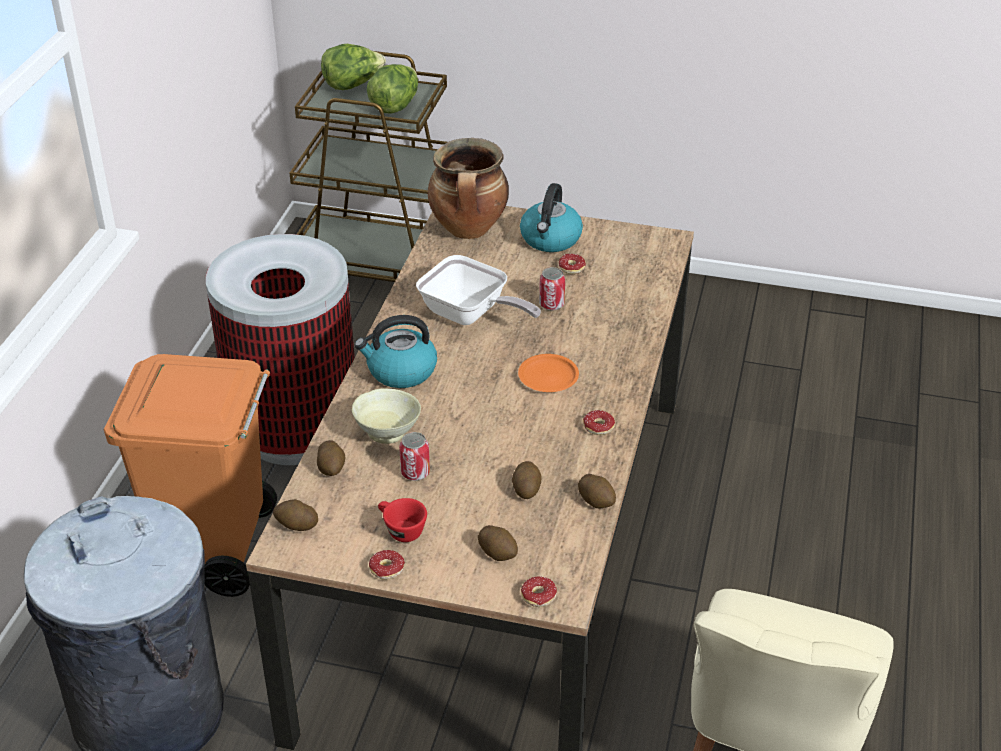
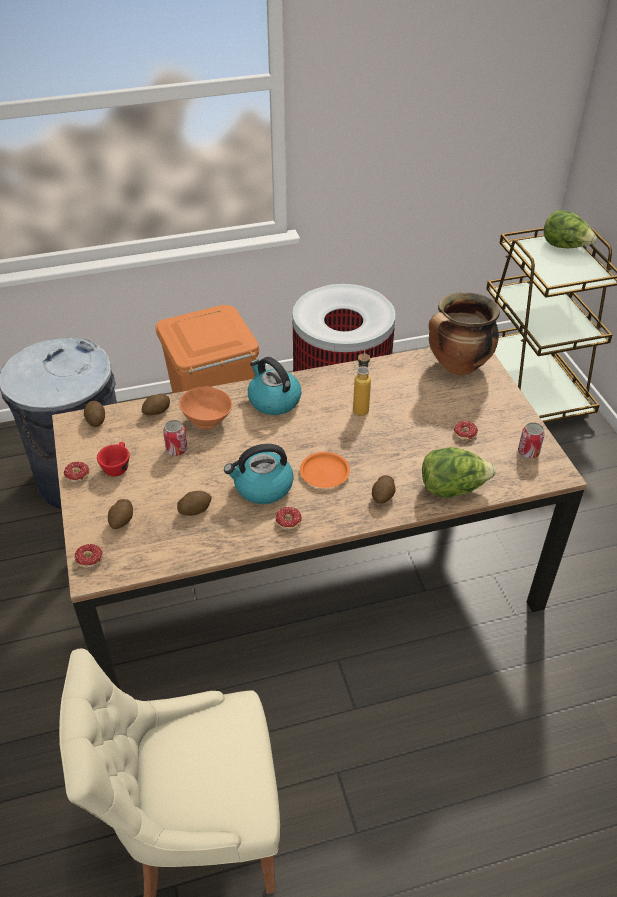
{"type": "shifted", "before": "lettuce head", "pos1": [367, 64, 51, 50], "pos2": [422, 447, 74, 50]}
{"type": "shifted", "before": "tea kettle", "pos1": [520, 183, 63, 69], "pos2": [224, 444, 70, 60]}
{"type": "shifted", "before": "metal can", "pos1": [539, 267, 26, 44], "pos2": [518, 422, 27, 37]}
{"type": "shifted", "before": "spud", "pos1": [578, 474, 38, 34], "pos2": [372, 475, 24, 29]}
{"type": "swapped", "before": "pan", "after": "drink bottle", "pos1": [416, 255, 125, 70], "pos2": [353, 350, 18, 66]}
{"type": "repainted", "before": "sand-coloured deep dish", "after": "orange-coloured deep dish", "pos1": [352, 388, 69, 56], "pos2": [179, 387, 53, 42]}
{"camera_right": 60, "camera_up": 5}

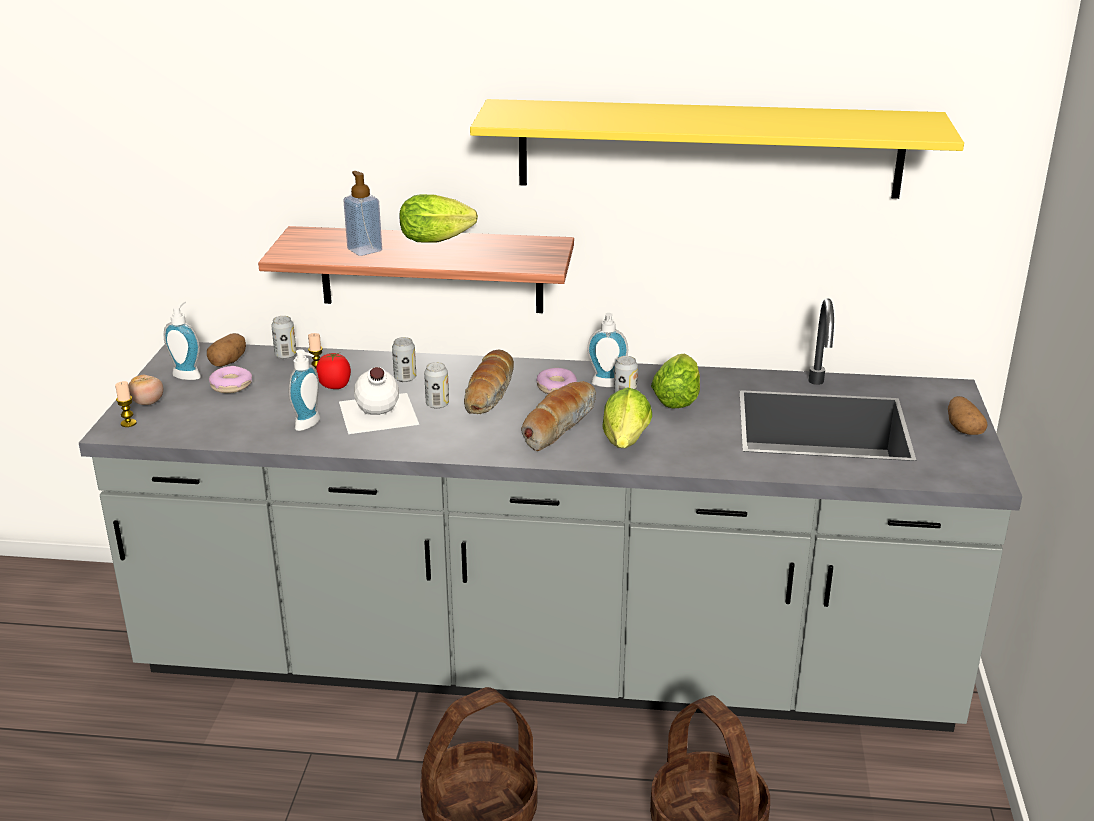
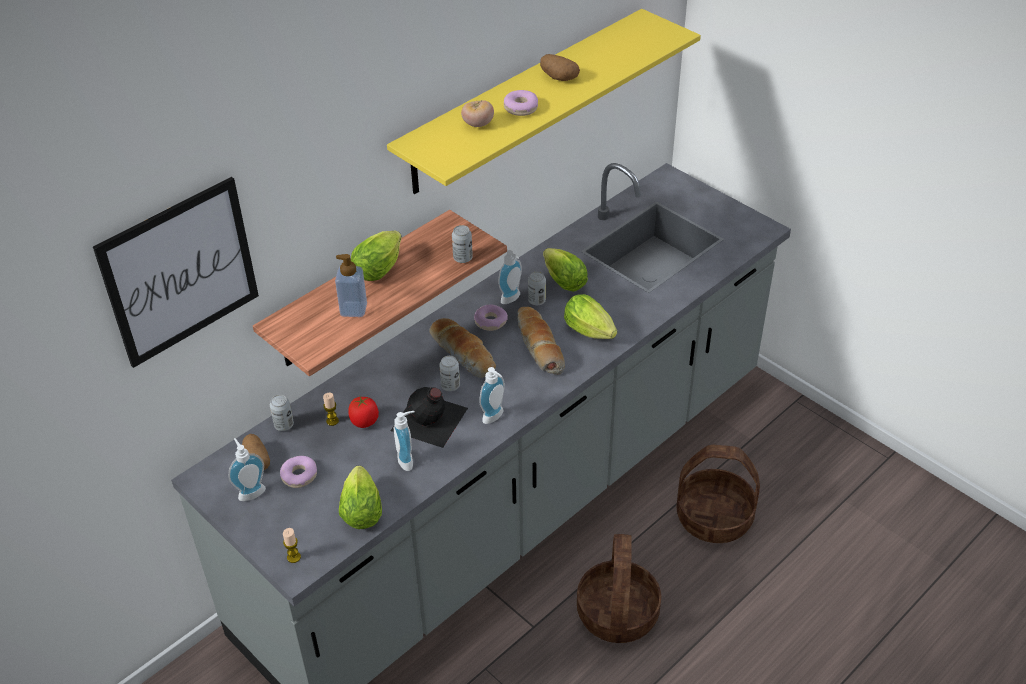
{"type": "new", "after": "picture", "pos2": [93, 177, 166, 191]}
{"type": "new", "after": "lettuce head", "pos2": [339, 466, 43, 63]}
{"type": "new", "after": "liquid soap bottle", "pos2": [479, 367, 26, 57]}
{"type": "new", "after": "doughnut", "pos2": [504, 90, 34, 26]}
{"type": "shifted", "before": "tomato", "pos1": [129, 375, 34, 30], "pos2": [461, 100, 33, 27]}
{"type": "shifted", "before": "metal can", "pos1": [392, 337, 24, 45], "pos2": [452, 225, 21, 38]}
{"type": "shifted", "before": "spud", "pos1": [948, 396, 39, 39], "pos2": [540, 54, 40, 27]}
{"type": "repainted", "before": "whitish drink bottle", "after": "blackish drink bottle", "pos1": [339, 367, 80, 67], "pos2": [391, 387, 77, 61]}
{"camera_right": -50, "camera_up": 15}

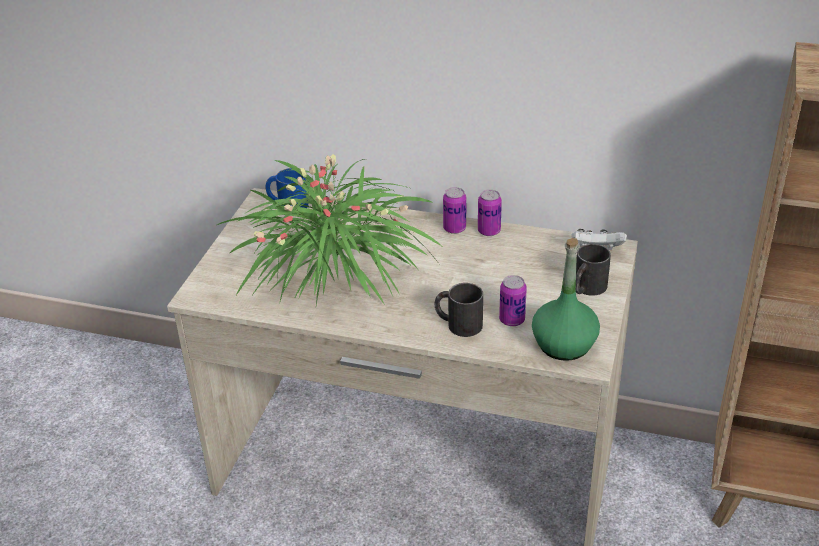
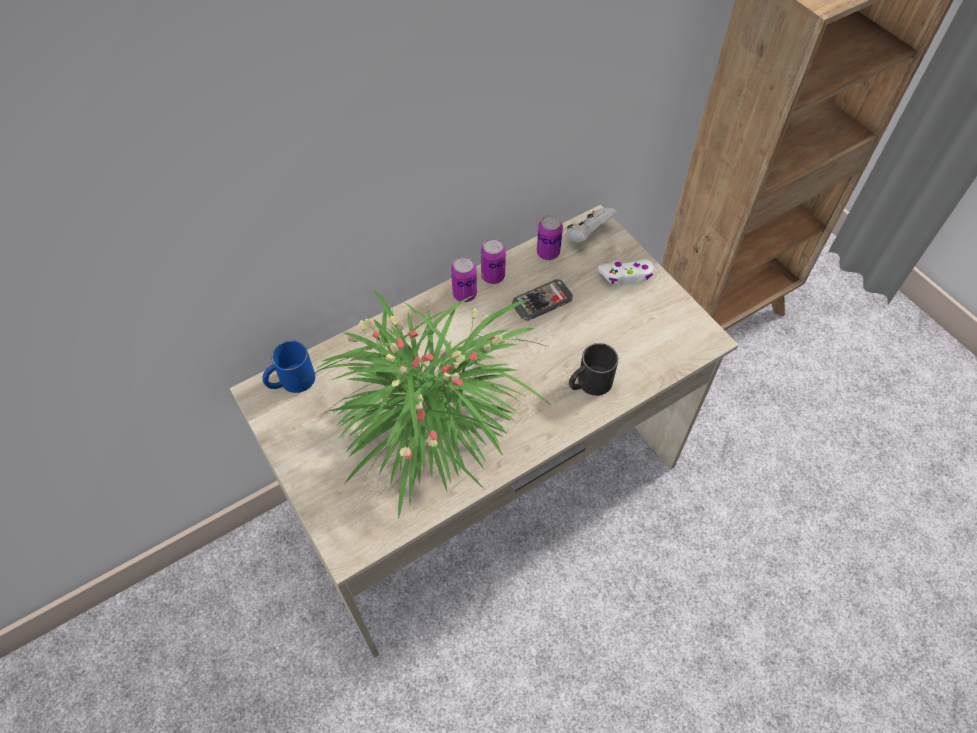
{"type": "gone", "before": "green drink bottle", "pos1": [532, 238, 68, 123]}
{"type": "new", "after": "telephone", "pos2": [512, 279, 61, 42]}
{"type": "shifted", "before": "metal can", "pos1": [499, 275, 28, 51], "pos2": [537, 215, 26, 45]}
{"type": "swapped", "before": "blackish coffee mug", "after": "whitish gamepad", "pos1": [576, 244, 35, 52], "pos2": [598, 259, 56, 26]}
{"camera_right": -50, "camera_up": 20}

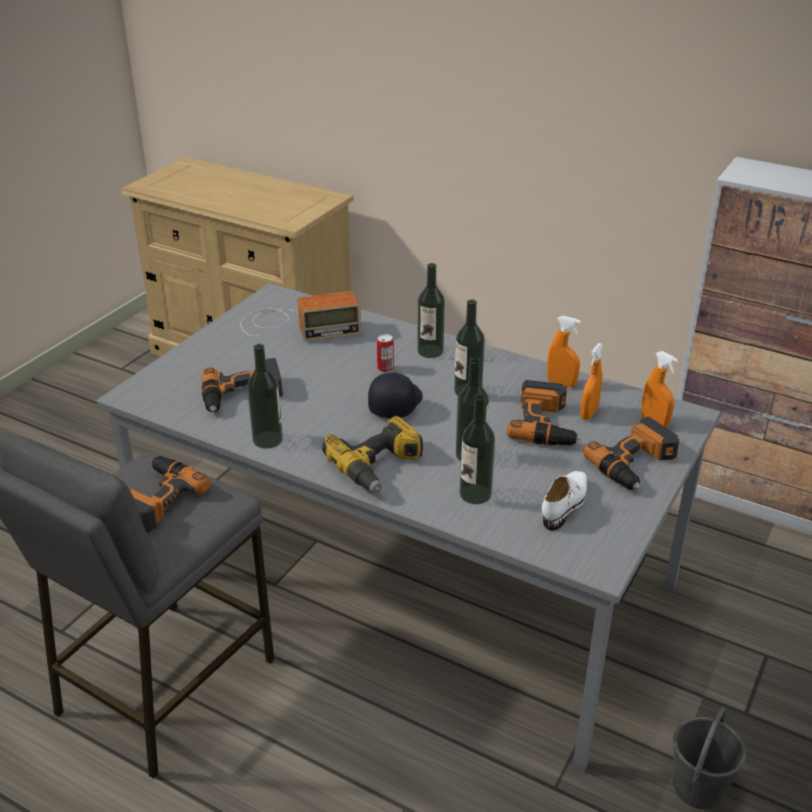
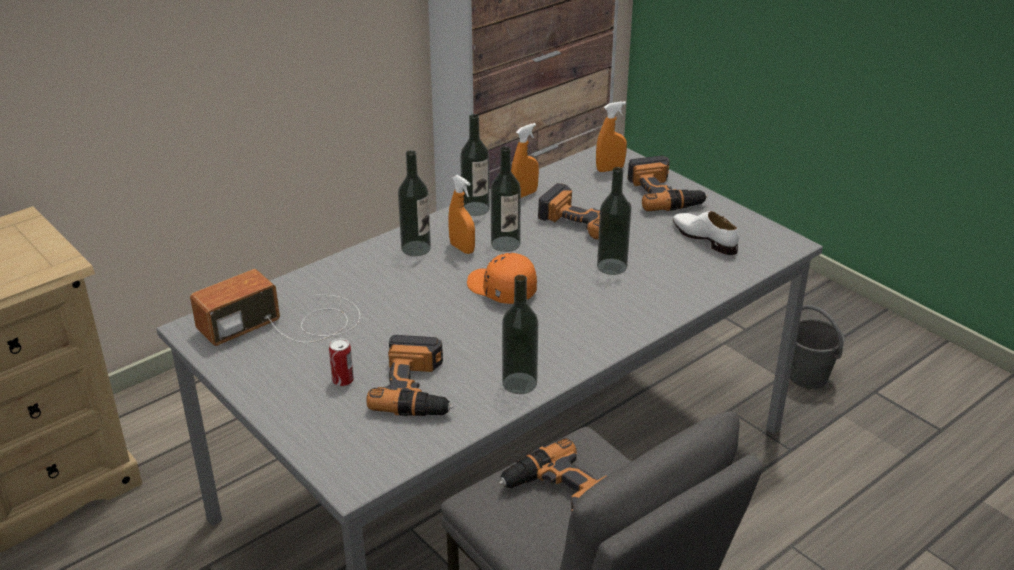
{"type": "gone", "before": "electric drill", "pos1": [322, 416, 101, 77]}
{"type": "shifted", "before": "metal can", "pos1": [377, 334, 17, 38], "pos2": [329, 338, 25, 49]}
{"type": "shifted", "before": "drink bottle", "pos1": [460, 394, 35, 110], "pos2": [460, 114, 30, 102]}
{"type": "shifted", "before": "orange-coloured spray bottle", "pos1": [580, 343, 23, 77], "pos2": [448, 175, 27, 79]}
{"type": "repainted", "before": "blackish cap", "after": "orange-coloured cap", "pos1": [368, 372, 54, 46], "pos2": [467, 253, 70, 51]}
{"type": "rotated", "before": "radio receiver", "pos1": [240, 291, 121, 50], "pos2": [190, 269, 170, 77], "turn": -135}
{"camera_right": -70, "camera_up": 0}

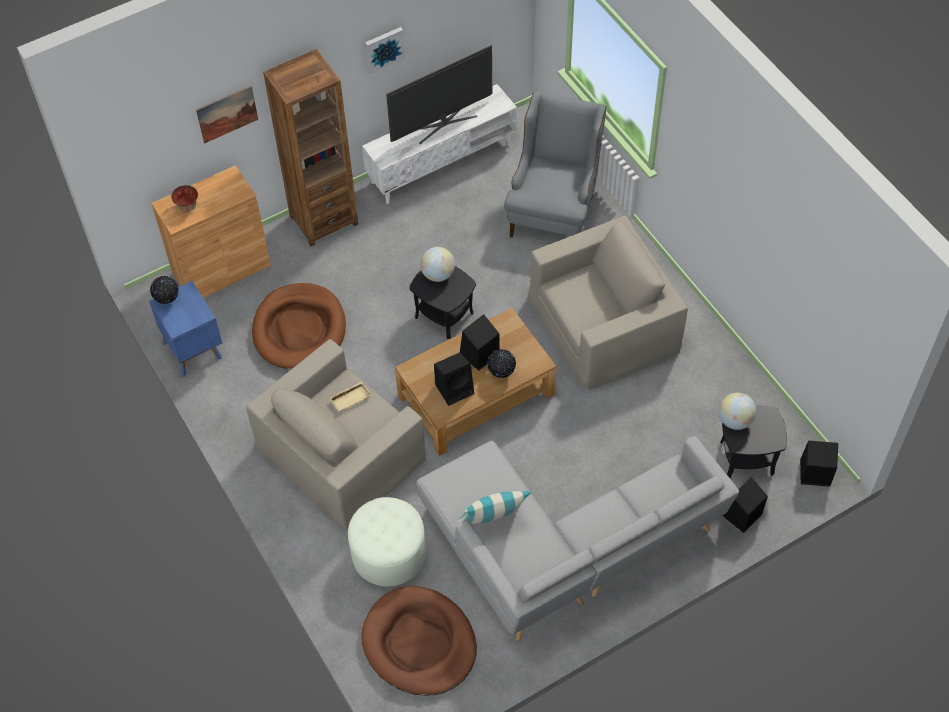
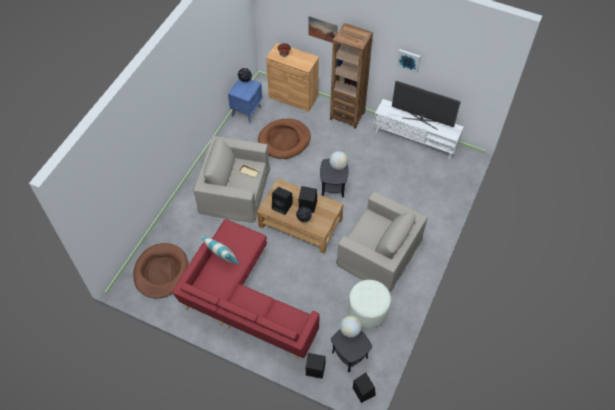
{"type": "gone", "before": "greyish easy chair", "pos1": [504, 91, 102, 147]}
{"type": "shifted", "before": "whitish footrest", "pos1": [348, 497, 78, 90], "pos2": [348, 280, 43, 48]}
{"type": "repainted", "before": "greyish couch", "after": "red couch", "pos1": [416, 436, 323, 205], "pos2": [172, 219, 147, 141]}
{"camera_right": 55, "camera_up": 0}

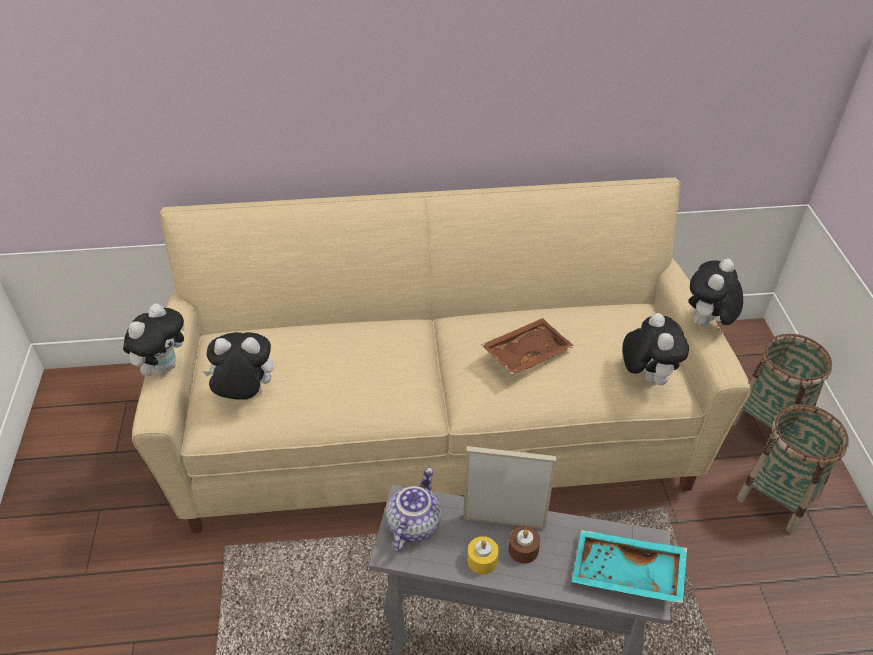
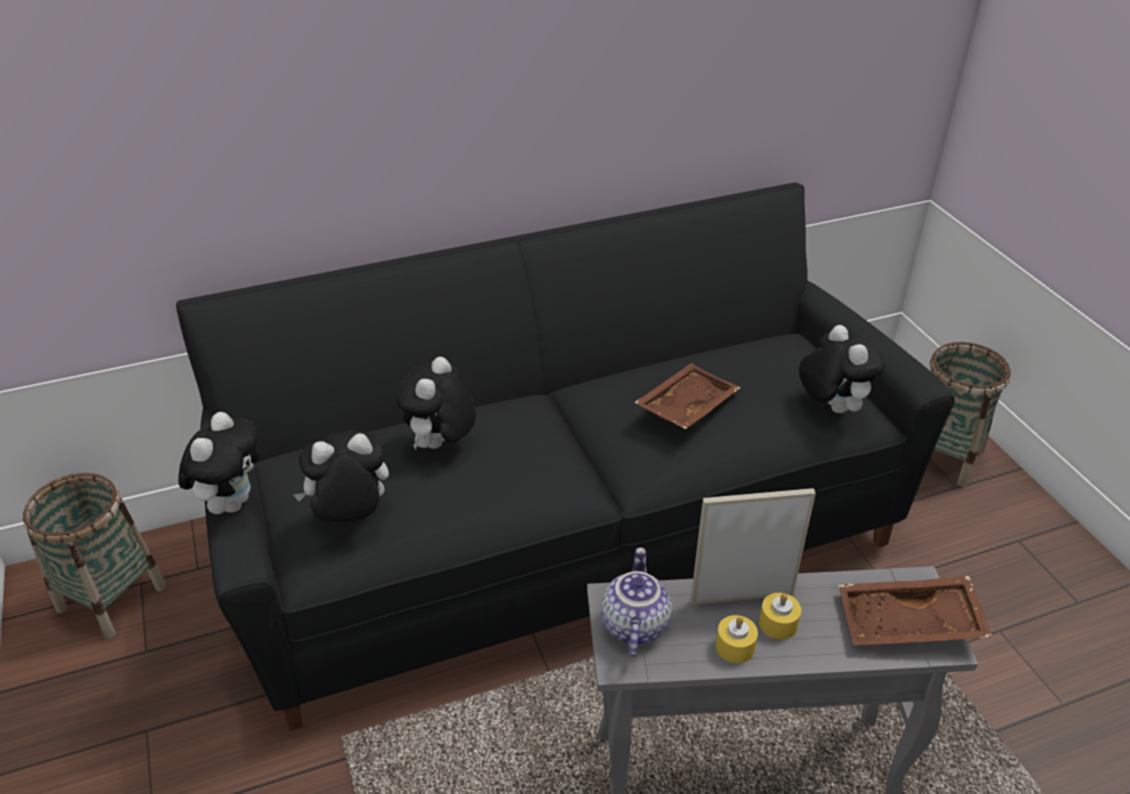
{"type": "shifted", "before": "plush toy", "pos1": [689, 259, 54, 67], "pos2": [396, 357, 80, 93]}
{"type": "shifted", "before": "storage basket", "pos1": [737, 404, 112, 130], "pos2": [23, 473, 143, 166]}
{"type": "repainted", "before": "sand-coloured couch", "after": "blackish couch", "pos1": [132, 177, 619, 356], "pos2": [176, 183, 779, 548]}
{"type": "repainted", "before": "brownish candle", "after": "yellow-coloured candle", "pos1": [508, 526, 32, 37], "pos2": [759, 593, 42, 47]}
{"type": "repainted", "before": "turquoise serving tray", "after": "brownish serving tray", "pos1": [572, 530, 115, 73], "pos2": [838, 576, 154, 69]}
{"camera_right": -15, "camera_up": -5}

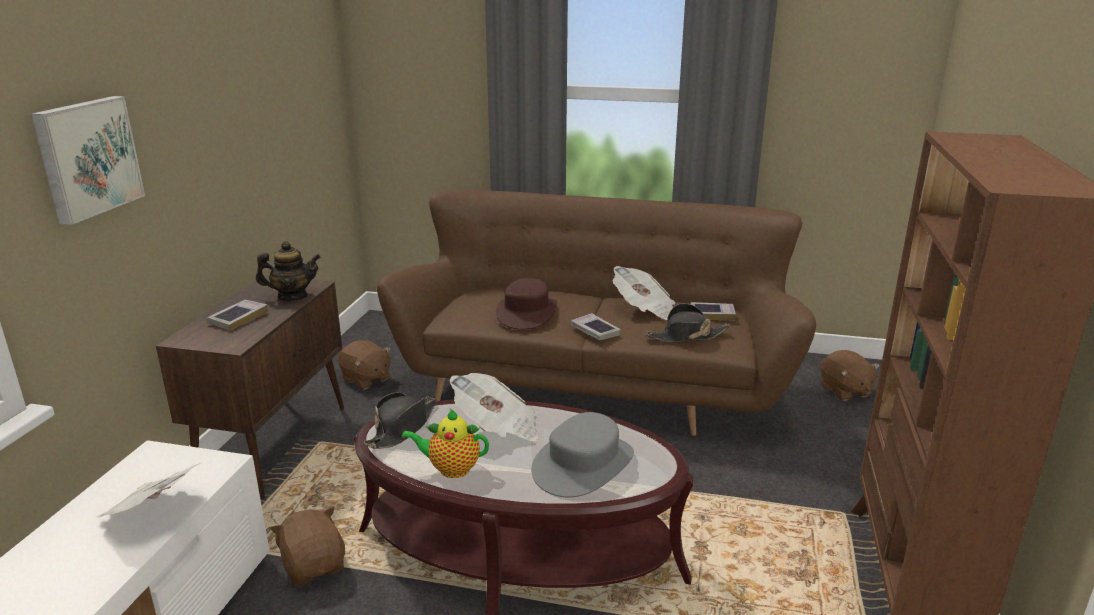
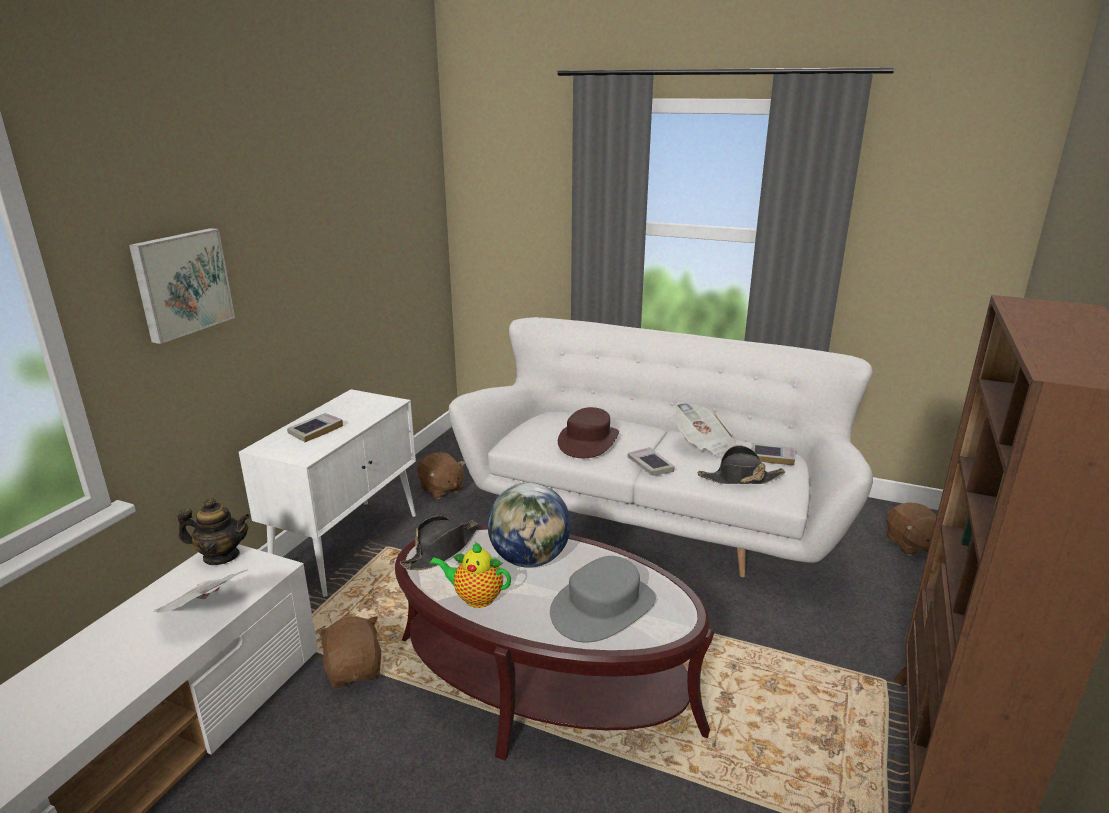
{"type": "shifted", "before": "tea pot", "pos1": [256, 241, 65, 60], "pos2": [177, 498, 73, 67]}
{"type": "swapped", "before": "newspaper", "after": "desk globe", "pos1": [450, 373, 88, 68], "pos2": [487, 482, 84, 86]}
{"type": "repainted", "before": "brownish cabinet", "after": "whitish cabinet", "pos1": [156, 275, 188, 224], "pos2": [239, 389, 177, 208]}
{"type": "repainted", "before": "brownish couch", "after": "whitish couch", "pos1": [377, 190, 439, 246], "pos2": [449, 317, 424, 260]}
{"camera_right": 10, "camera_up": 0}

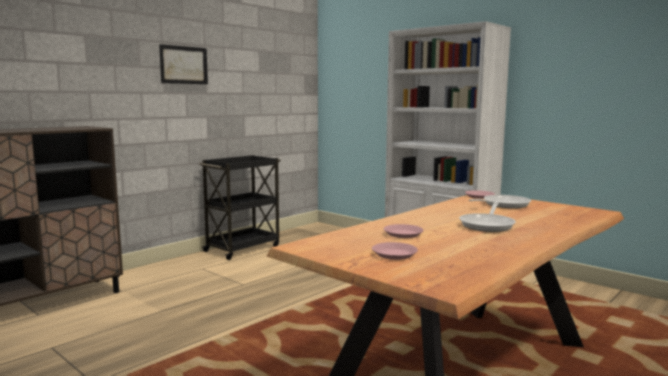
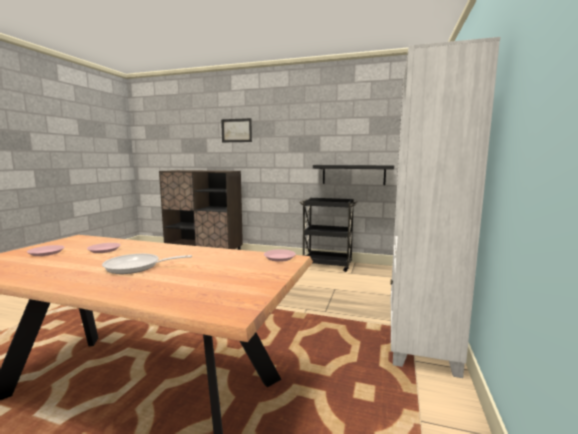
{"type": "gone", "before": "pan", "pos1": [469, 195, 62, 14]}
{"type": "new", "after": "blackish bracket shelf", "pos2": [313, 165, 81, 20]}
{"type": "shifted", "before": "picture", "pos1": [159, 44, 49, 40], "pos2": [221, 118, 31, 24]}
{"camera_right": 65, "camera_up": 0}

